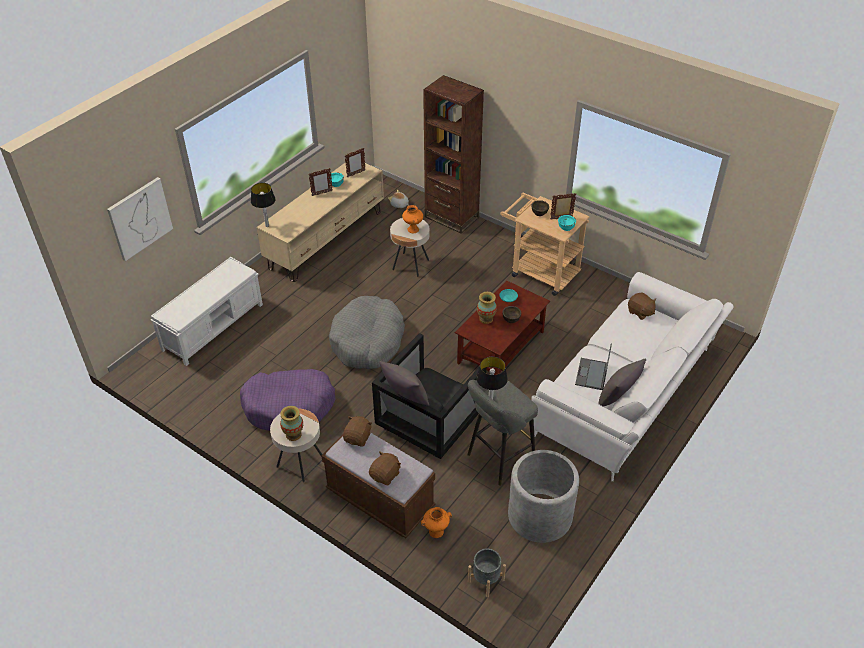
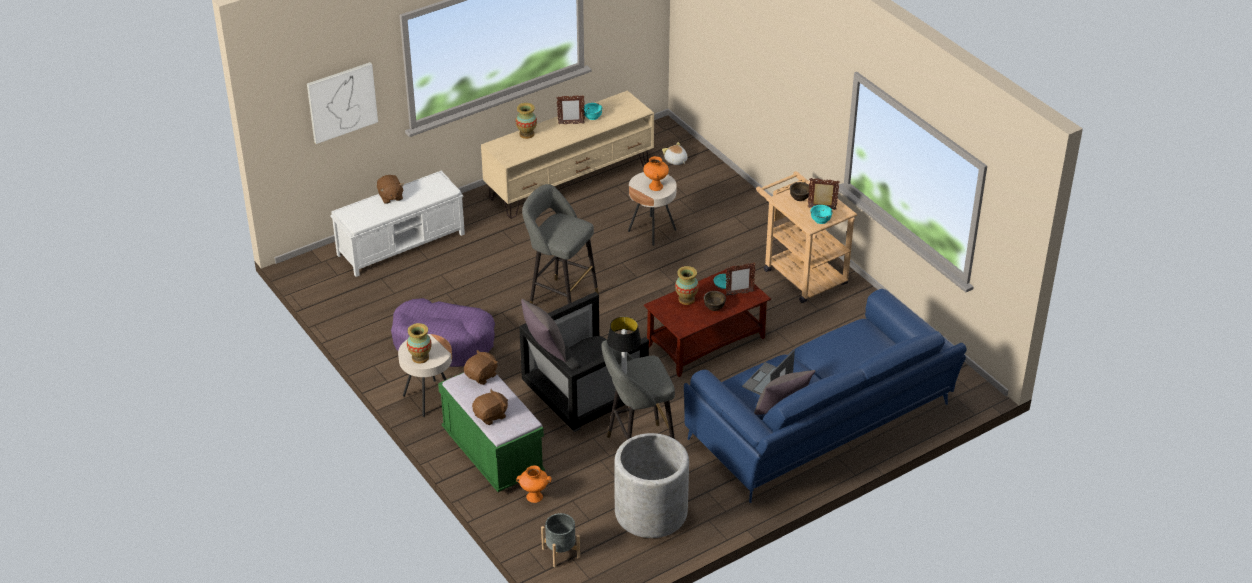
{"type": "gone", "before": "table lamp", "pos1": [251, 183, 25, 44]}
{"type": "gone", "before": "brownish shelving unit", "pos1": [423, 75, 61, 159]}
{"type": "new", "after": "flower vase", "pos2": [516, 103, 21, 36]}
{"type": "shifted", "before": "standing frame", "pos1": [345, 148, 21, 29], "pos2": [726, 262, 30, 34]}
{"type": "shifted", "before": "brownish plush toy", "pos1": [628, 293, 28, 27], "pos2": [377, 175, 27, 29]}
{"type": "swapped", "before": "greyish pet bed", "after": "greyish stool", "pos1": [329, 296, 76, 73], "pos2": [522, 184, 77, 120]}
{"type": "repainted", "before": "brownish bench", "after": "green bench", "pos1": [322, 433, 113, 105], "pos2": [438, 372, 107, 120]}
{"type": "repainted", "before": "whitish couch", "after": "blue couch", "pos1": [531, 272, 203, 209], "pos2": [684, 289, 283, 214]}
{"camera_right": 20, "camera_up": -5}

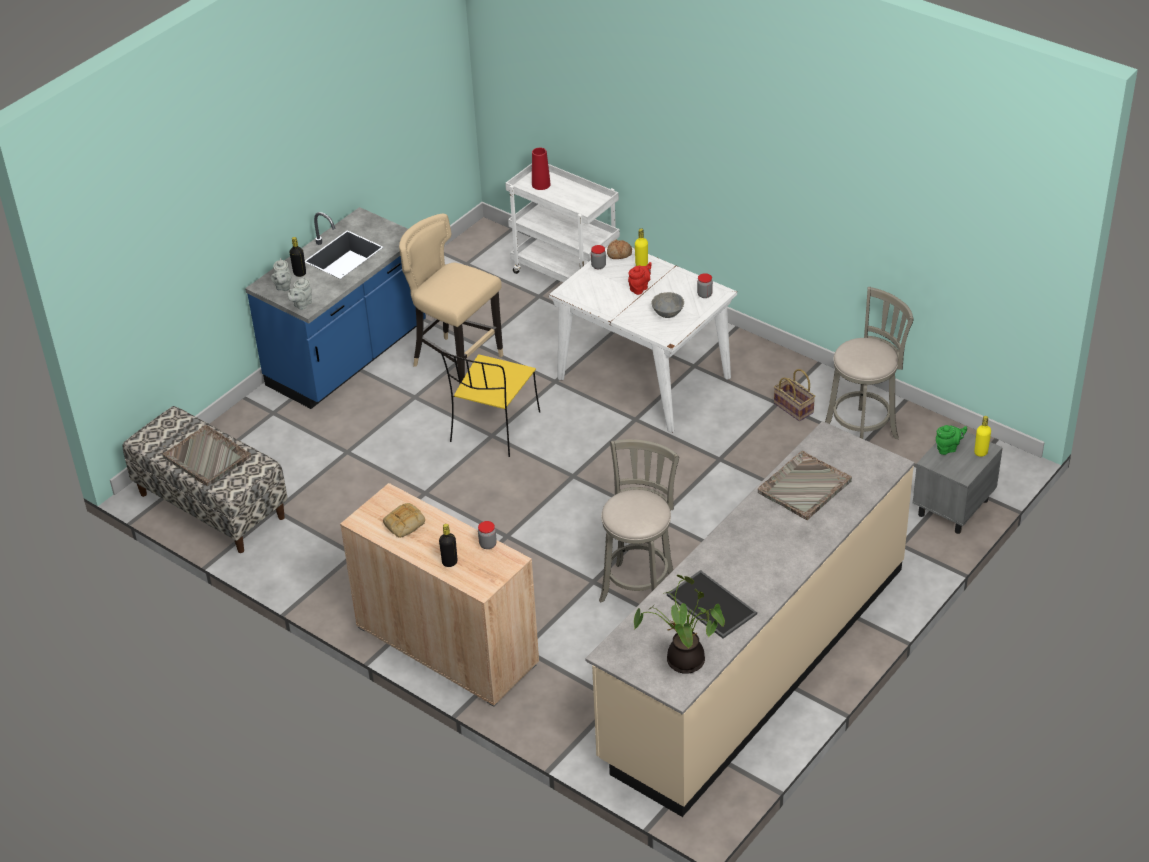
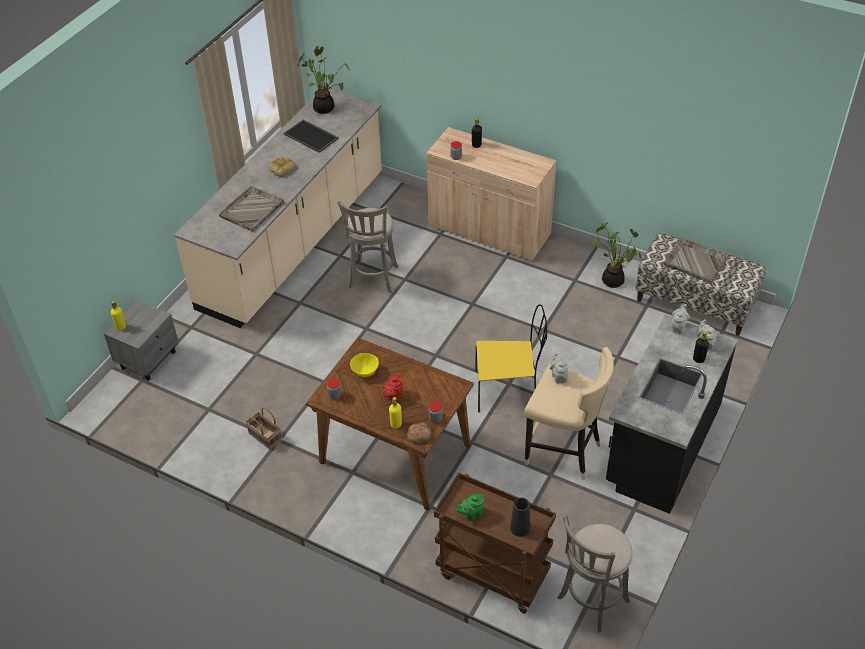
{"type": "new", "after": "greyish tea pot", "pos2": [550, 352, 18, 31]}
{"type": "new", "after": "houseplant", "pos2": [592, 222, 49, 66]}
{"type": "shifted", "before": "bakery bread", "pos1": [383, 503, 42, 35], "pos2": [268, 157, 28, 20]}
{"type": "shifted", "before": "greyish stool", "pos1": [825, 287, 89, 152], "pos2": [558, 515, 75, 117]}
{"type": "shifted", "before": "green tea pot", "pos1": [936, 425, 31, 30], "pos2": [456, 493, 28, 28]}
{"type": "repainted", "before": "blue kitchen counter", "after": "blackish kitchen counter", "pos1": [245, 207, 181, 202], "pos2": [606, 315, 131, 199]}
{"type": "repainted", "before": "whitish cart", "after": "brownish cart", "pos1": [505, 163, 115, 119], "pos2": [434, 472, 122, 142]}
{"type": "repainted", "before": "red flower vase", "after": "blackish flower vase", "pos1": [532, 148, 19, 42], "pos2": [510, 498, 20, 39]}
{"type": "repainted", "before": "whitish dining table", "after": "brownish dining table", "pos1": [549, 247, 188, 186], "pos2": [306, 338, 168, 172]}
{"type": "repainted", "before": "greyish deep dish", "after": "yellow-coloured deep dish", "pos1": [651, 292, 33, 26], "pos2": [350, 353, 29, 24]}
{"type": "rotated", "before": "yellow-coloured upright chair", "pos1": [441, 352, 99, 105], "pos2": [475, 304, 72, 108], "turn": 75}
{"camera_right": 170, "camera_up": 5}

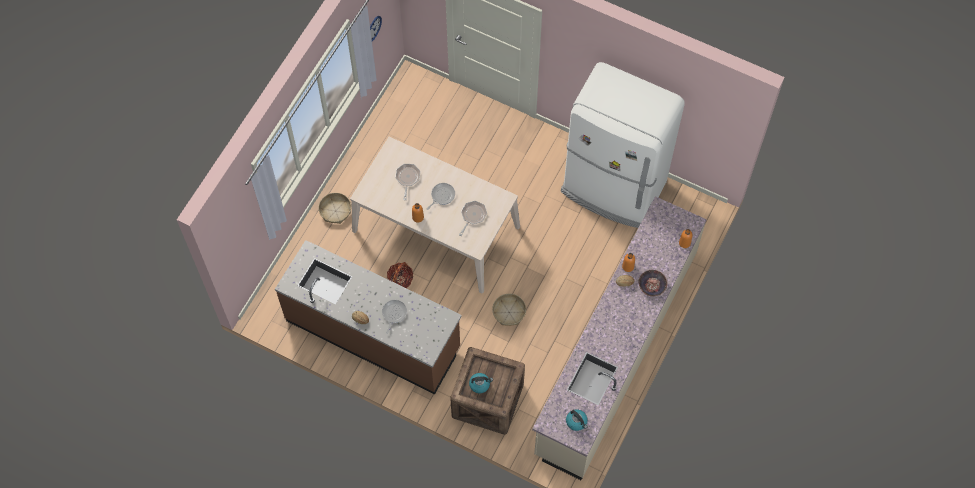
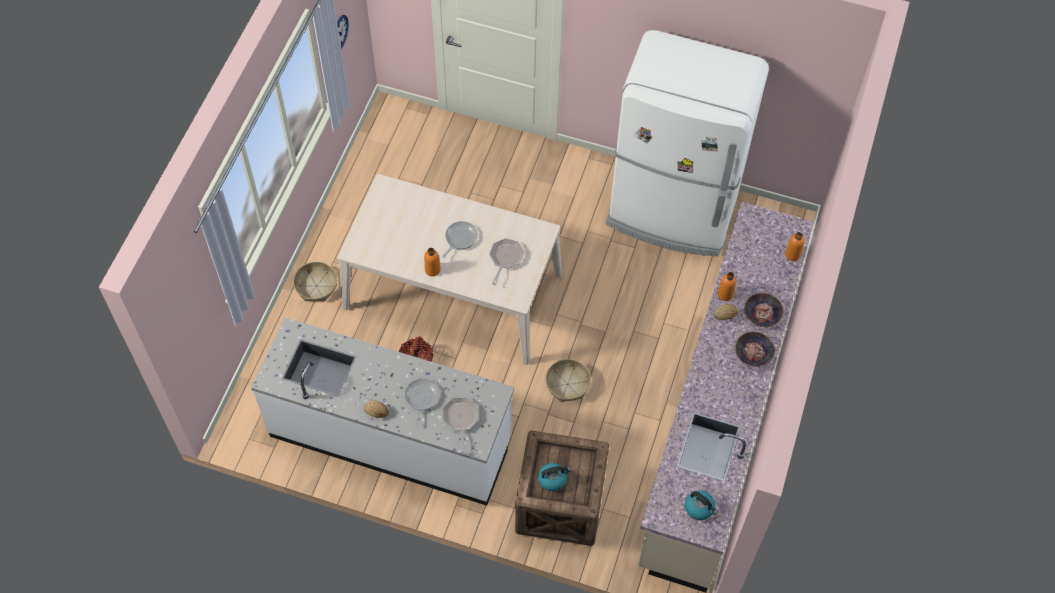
{"type": "new", "after": "deep dish", "pos2": [735, 331, 40, 36]}
{"type": "shifted", "before": "pan", "pos1": [395, 164, 25, 36], "pos2": [442, 397, 36, 56]}
{"type": "repainted", "before": "brownish kitchen counter", "after": "whitish kitchen counter", "pos1": [275, 240, 187, 154], "pos2": [251, 317, 263, 189]}
{"camera_right": -10, "camera_up": -5}

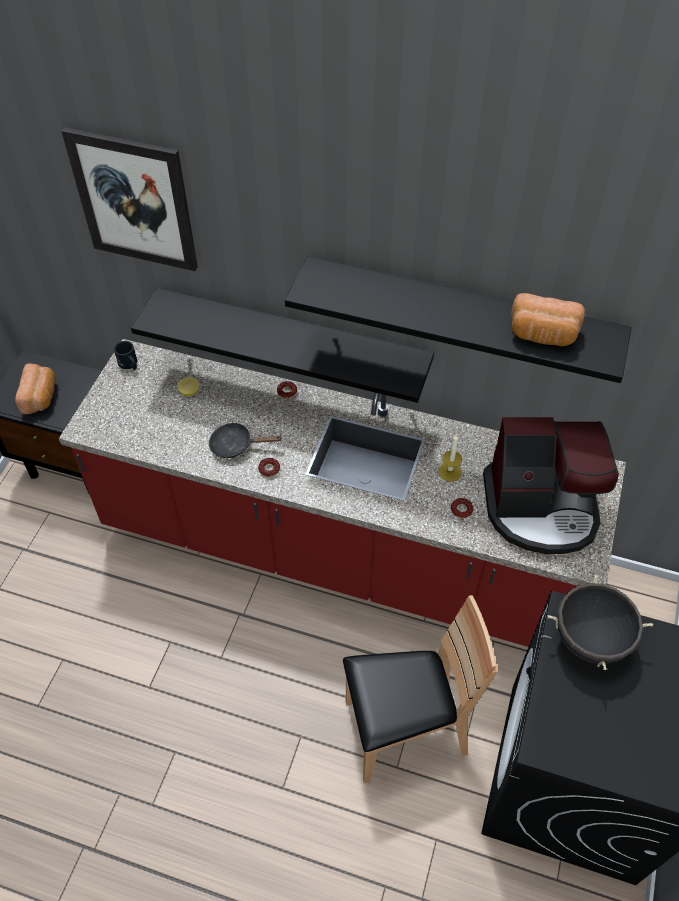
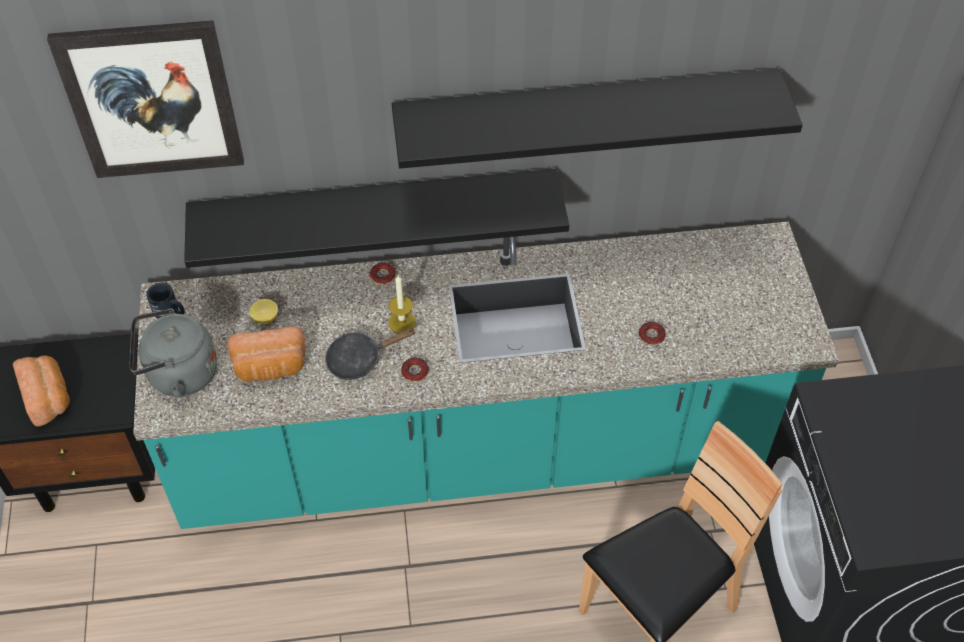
{"type": "gone", "before": "coffee brewer", "pos1": [483, 417, 136, 137]}
{"type": "gone", "before": "blackish cooking pot", "pos1": [548, 574, 105, 96]}
{"type": "new", "after": "greyish tea kettle", "pos2": [129, 308, 88, 90]}
{"type": "shifted", "before": "candle", "pos1": [438, 434, 24, 48], "pos2": [388, 275, 28, 58]}
{"type": "shifted", "before": "bakery bread", "pos1": [511, 293, 74, 53], "pos2": [227, 326, 79, 56]}
{"type": "repainted", "before": "red kitchen counter", "after": "turquoise kitchen counter", "pos1": [59, 339, 567, 308], "pos2": [133, 222, 706, 307]}
{"camera_right": -25, "camera_up": 0}

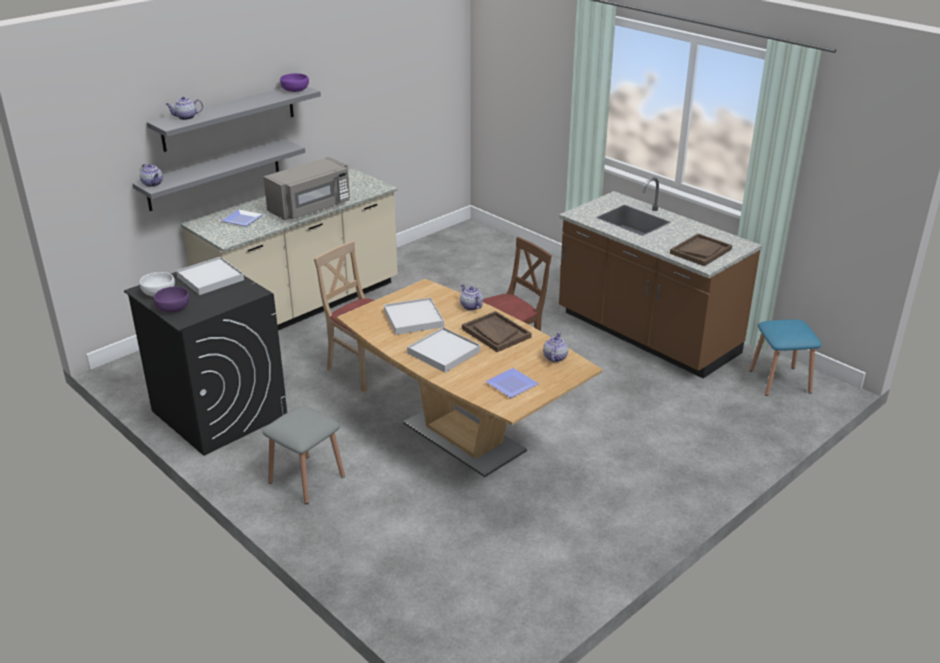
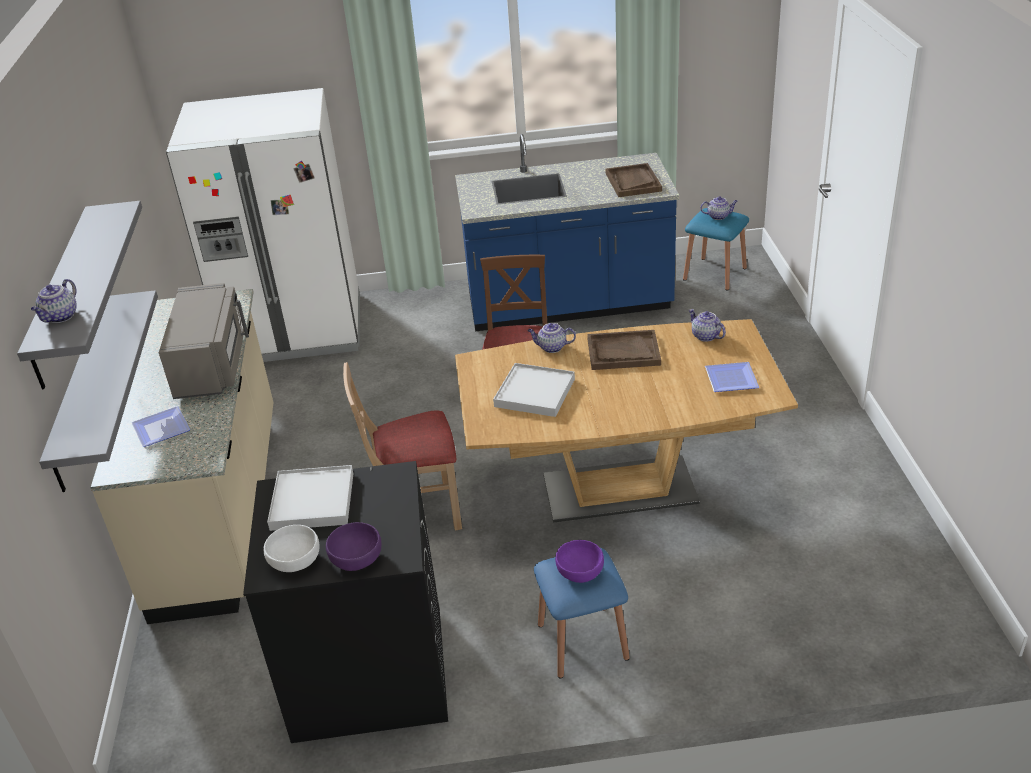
{"type": "gone", "before": "whitish serving tray", "pos1": [407, 327, 74, 45]}
{"type": "new", "after": "whitish refrigerator", "pos2": [166, 88, 194, 274]}
{"type": "shifted", "before": "tea pot", "pos1": [140, 164, 23, 23], "pos2": [700, 196, 37, 24]}
{"type": "shifted", "before": "purple deep dish", "pos1": [280, 73, 29, 19], "pos2": [555, 540, 49, 43]}
{"type": "repainted", "before": "greyish stool", "after": "blue stool", "pos1": [263, 406, 82, 98], "pos2": [534, 548, 96, 131]}
{"type": "repainted", "before": "brownish kitchen counter", "after": "blue kitchen counter", "pos1": [559, 177, 203, 201], "pos2": [455, 134, 224, 197]}
{"camera_right": -50, "camera_up": 5}

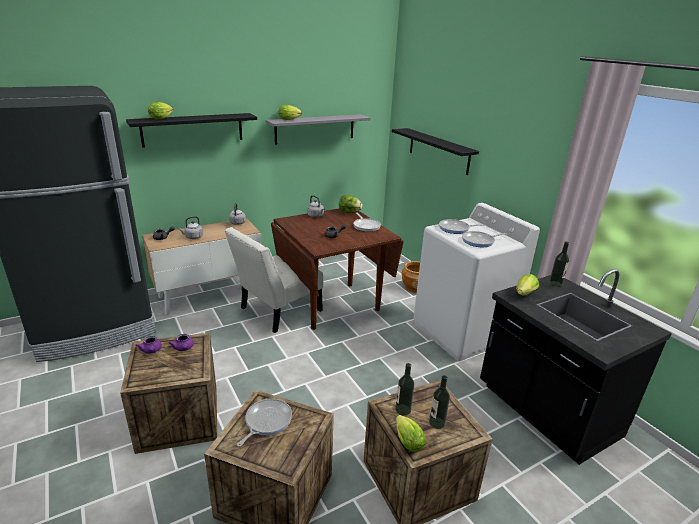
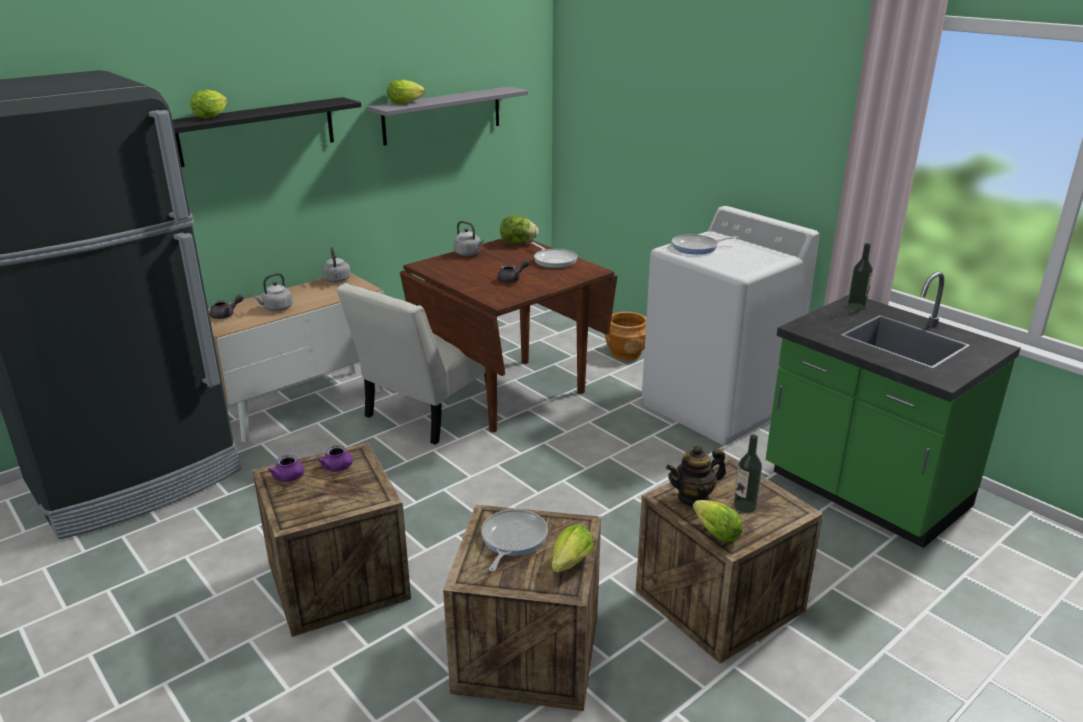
{"type": "gone", "before": "blackish bracket shelf", "pos1": [392, 128, 87, 47]}
{"type": "gone", "before": "pan", "pos1": [462, 231, 45, 16]}
{"type": "shifted", "before": "lettuce head", "pos1": [516, 274, 23, 21], "pos2": [552, 524, 42, 49]}
{"type": "swapped", "before": "drink bottle", "after": "tea pot", "pos1": [395, 363, 19, 53], "pos2": [666, 445, 60, 62]}
{"type": "repainted", "before": "blackish kitchen counter", "after": "green kitchen counter", "pos1": [480, 269, 192, 196], "pos2": [766, 271, 254, 277]}
{"camera_right": -10, "camera_up": 0}

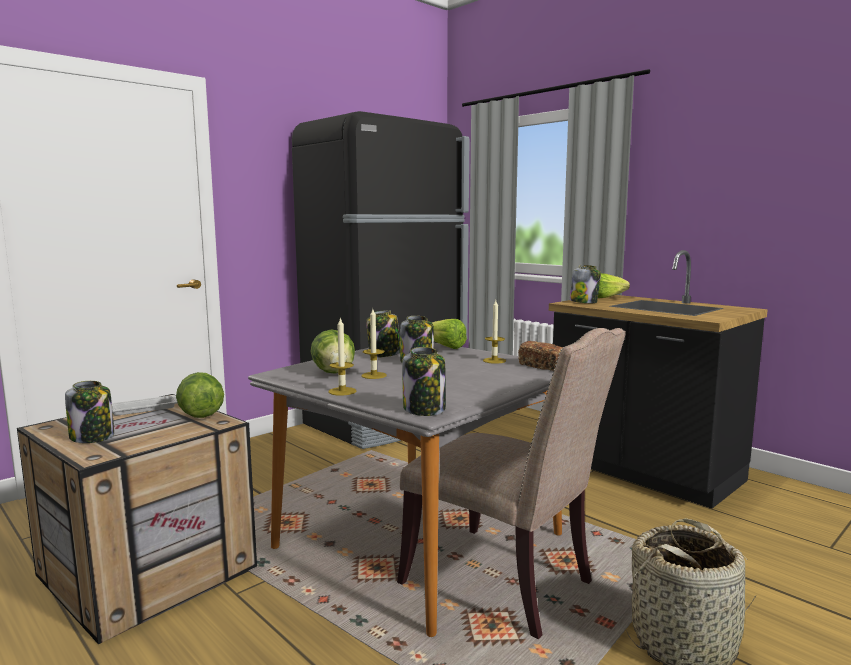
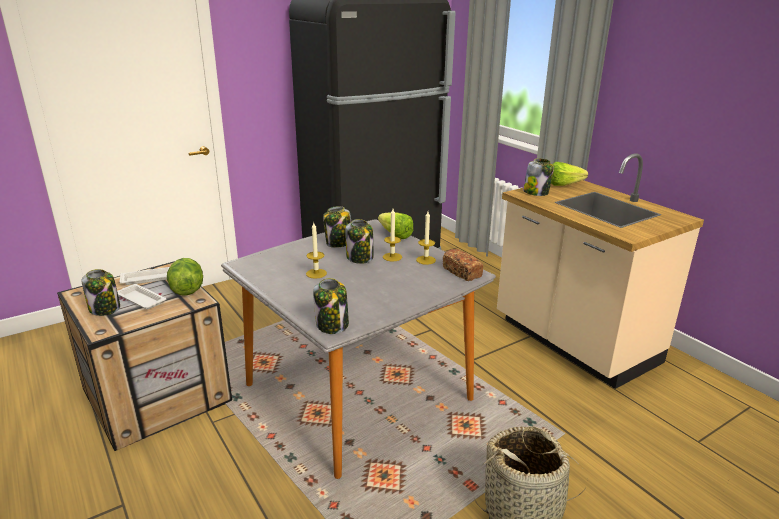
{"type": "gone", "before": "lettuce head", "pos1": [311, 329, 44, 45]}
{"type": "gone", "before": "sand-coloured upright chair", "pos1": [397, 328, 229, 311]}
{"type": "new", "after": "whitish serving tray", "pos2": [117, 284, 49, 25]}
{"type": "shifted", "before": "candle", "pos1": [328, 317, 28, 79], "pos2": [383, 209, 19, 52]}
{"type": "repainted", "before": "blackish kitchen counter", "after": "sand-coloured kitchen counter", "pos1": [549, 250, 219, 258], "pos2": [497, 153, 207, 236]}
{"camera_right": 10, "camera_up": 15}

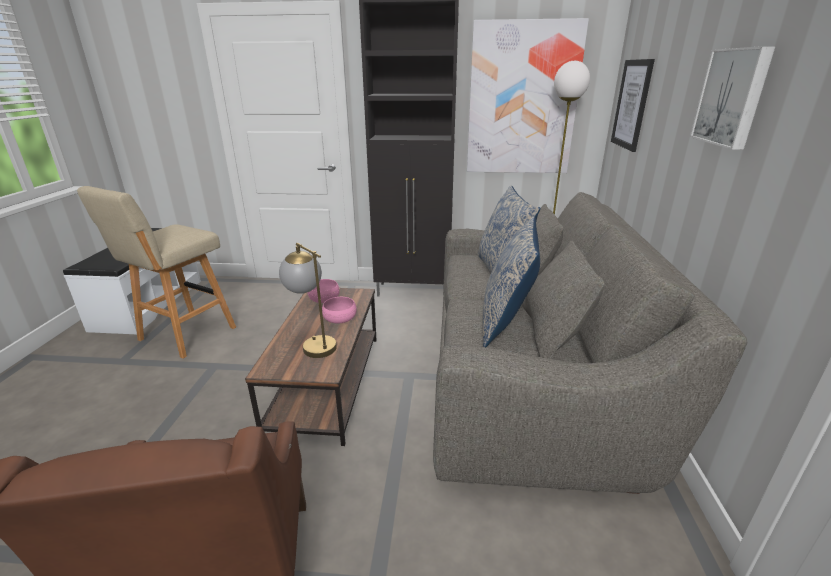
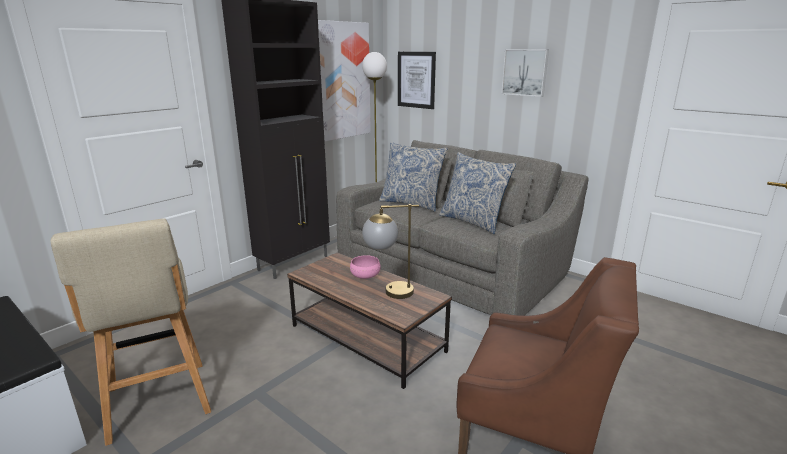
{"type": "gone", "before": "pinkish deep dish", "pos1": [307, 279, 33, 24]}
{"camera_right": -55, "camera_up": -5}

